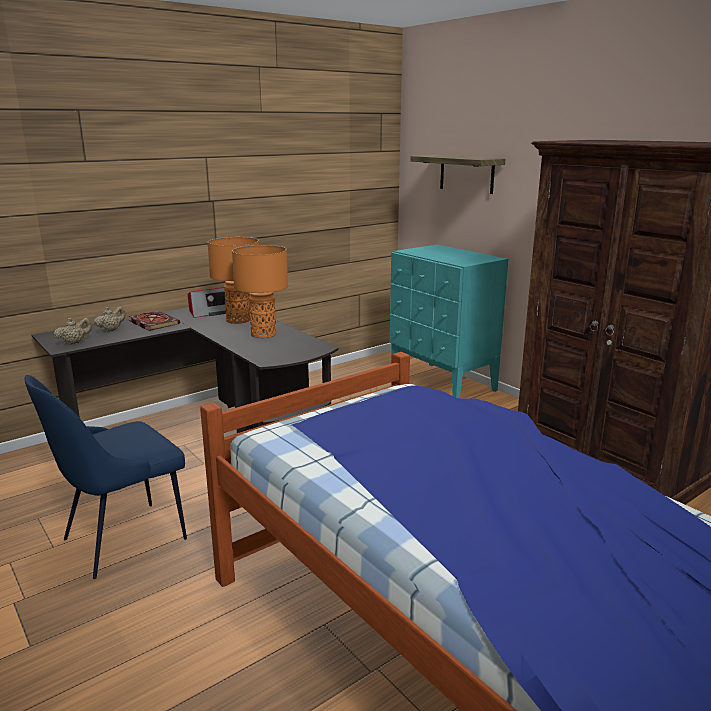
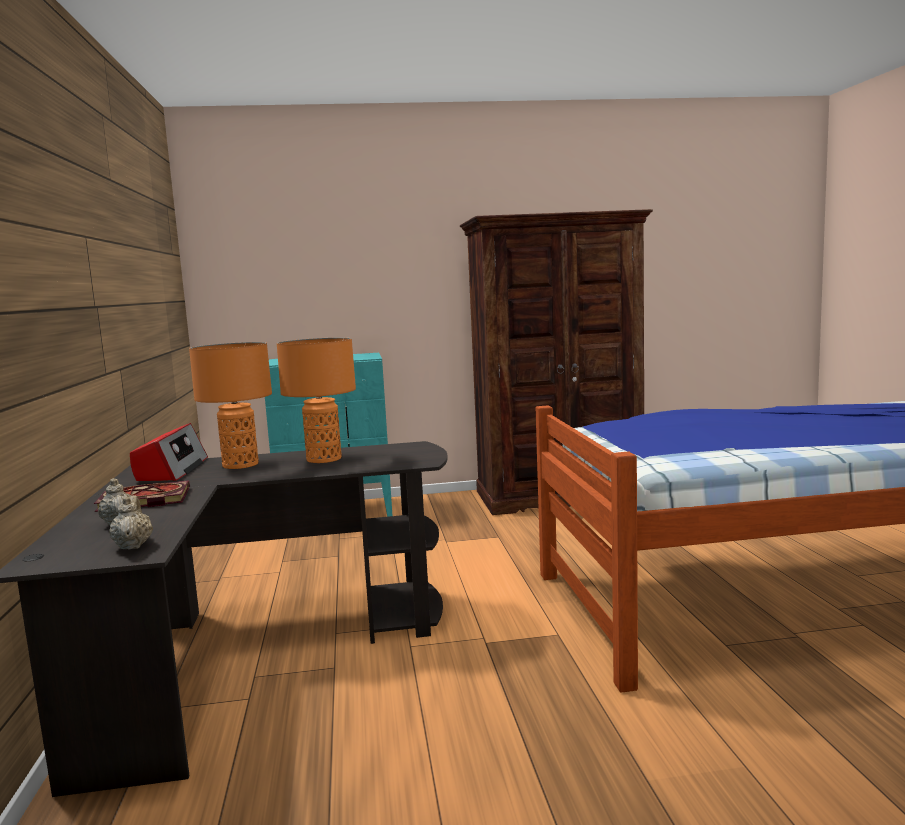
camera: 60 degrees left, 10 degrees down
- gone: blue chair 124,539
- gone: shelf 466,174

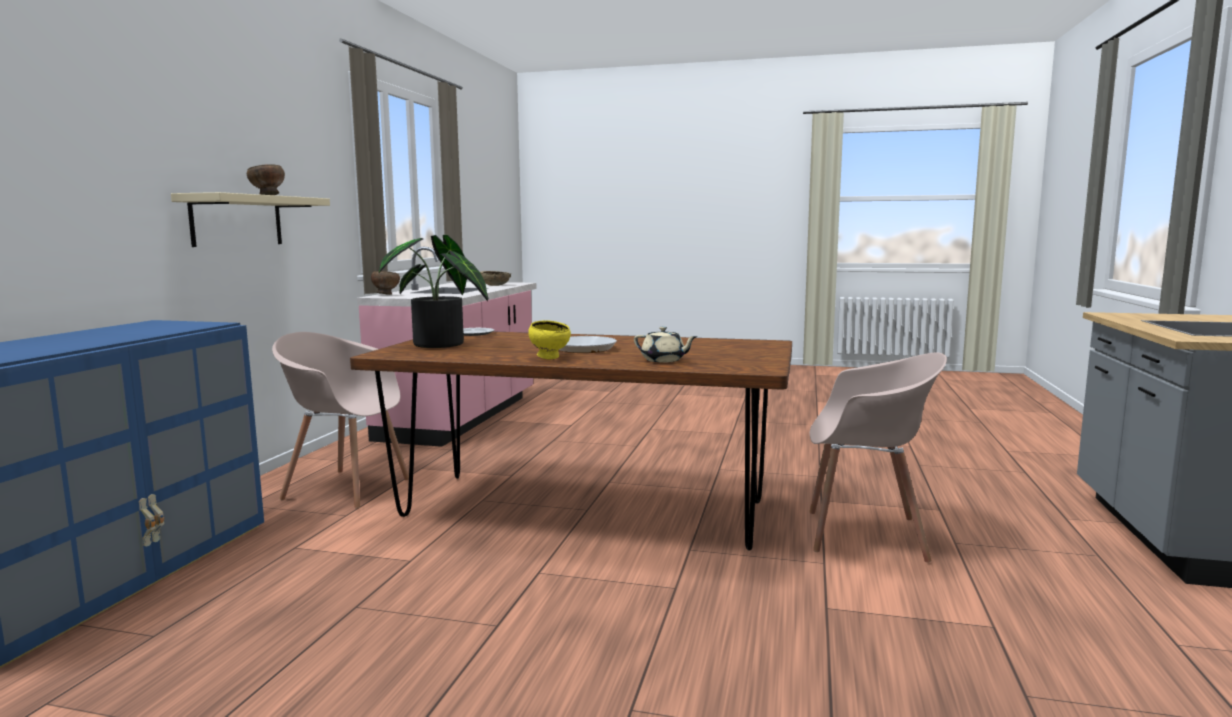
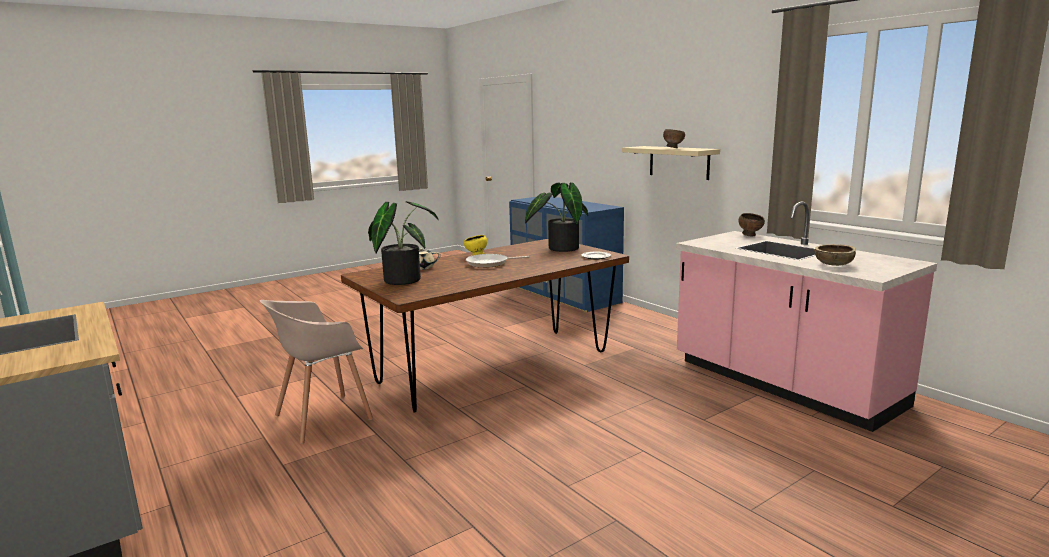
camera: 130 degrees right, 5 degrees up
- gone: beige chair 346,489
- new: potted plant 402,279

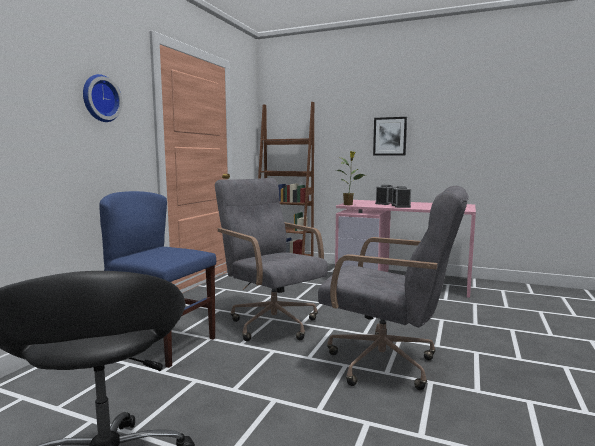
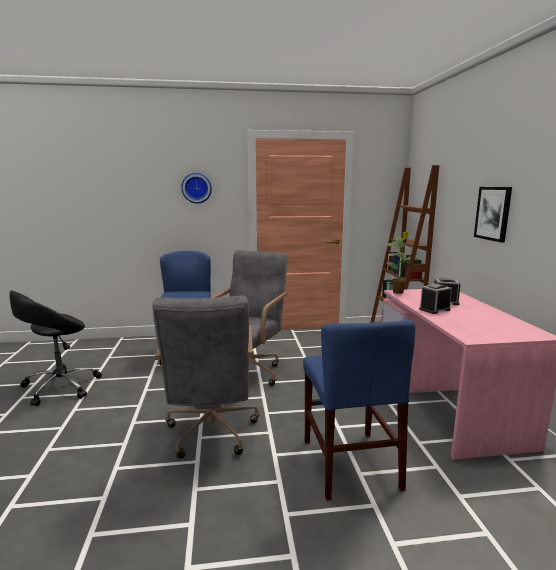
camera: 60 degrees right, 5 degrees up
- new: blue chair 350,463

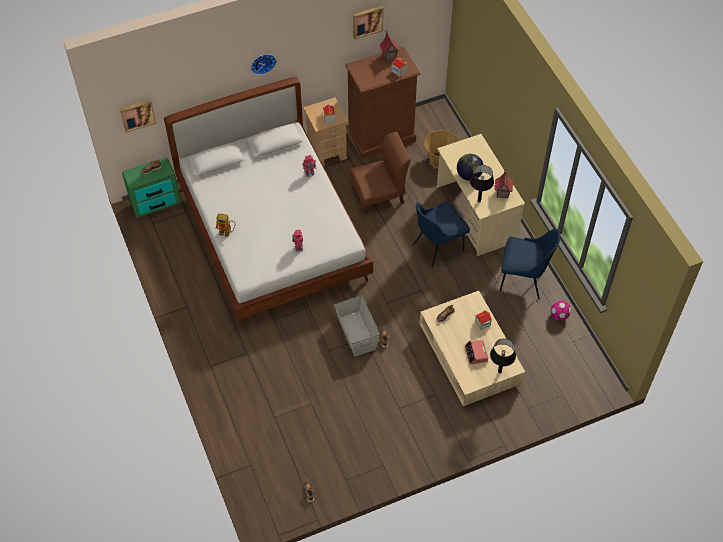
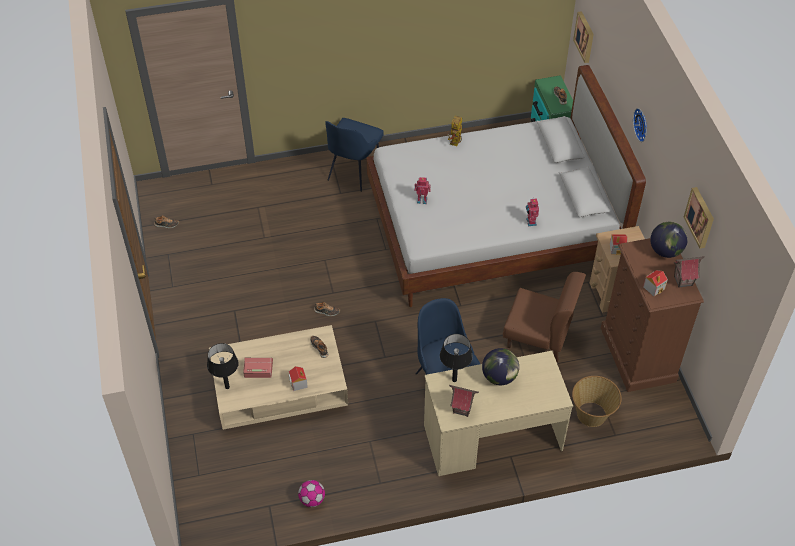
camera: 100 degrees right, 5 degrees down
- gone: grey storage box 356,333
- rotated: brown chair 379,195 = 538,337 60 degrees counterclockwise
- shifted: blue chair 522,280 to 353,172
- new: globe 666,251

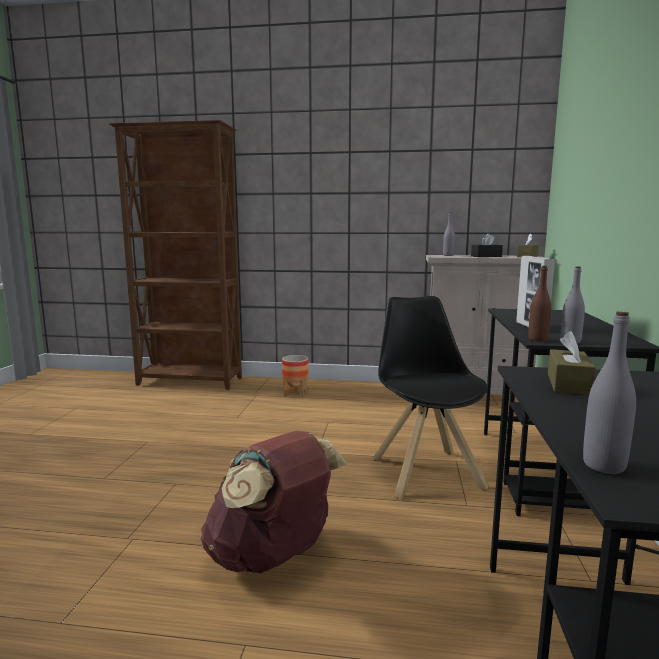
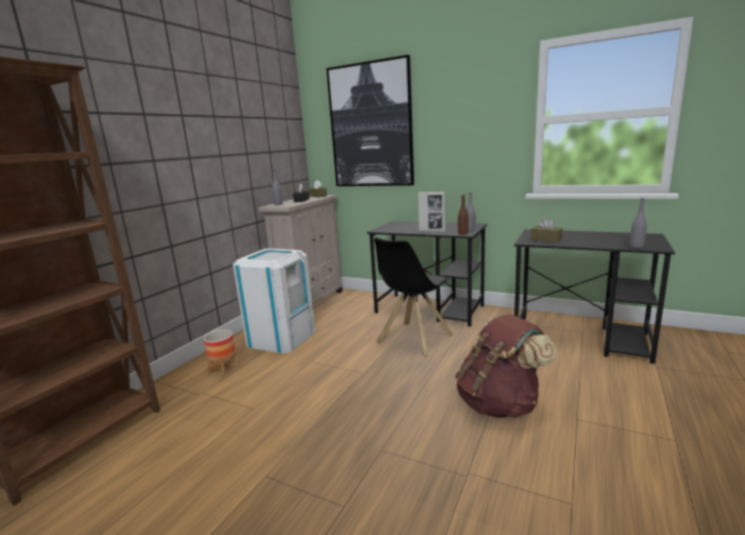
camera: 70 degrees left, 5 degrees up
- rotated: black chair 425,471 = 413,339 60 degrees counterclockwise
- new: white trash can 281,338
- new: picture 371,126

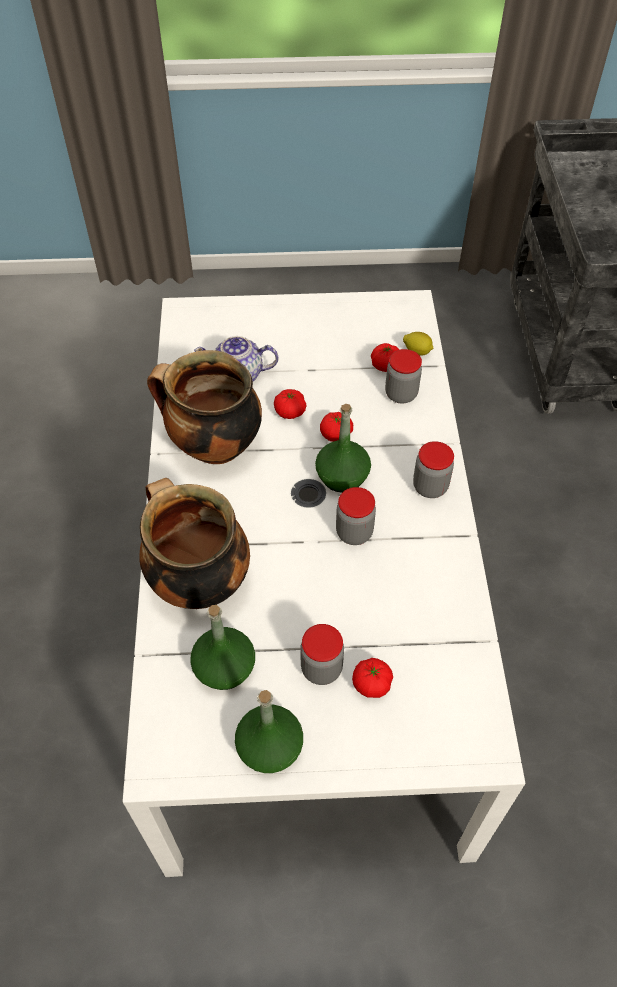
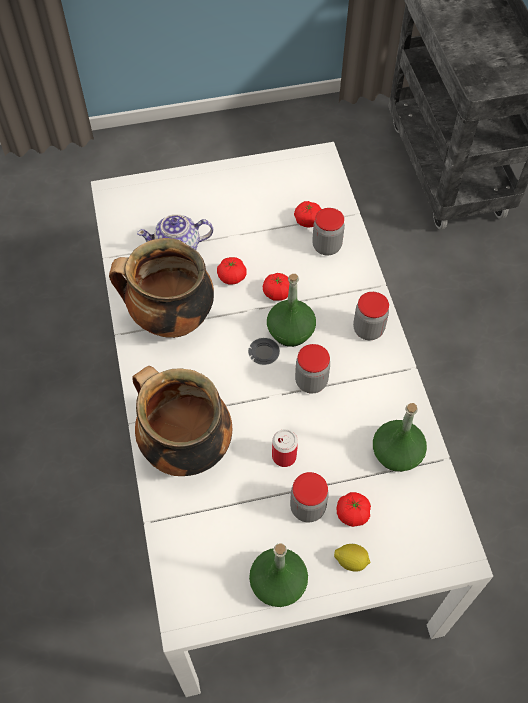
camera: 10 degrees left, 5 degrees up
- shifted: green bottle 224,668 to 396,453
- shifted: lemon 417,351 to 351,561
- new: can 284,456

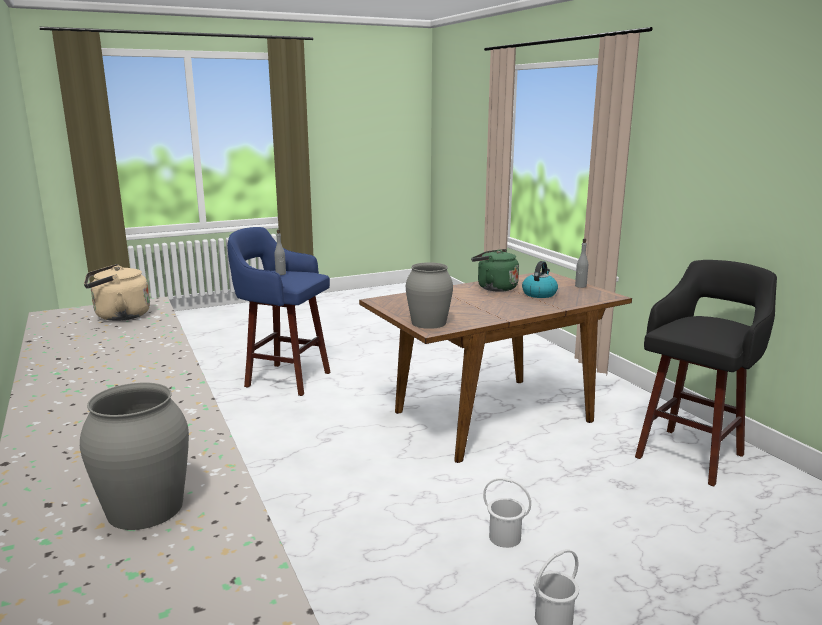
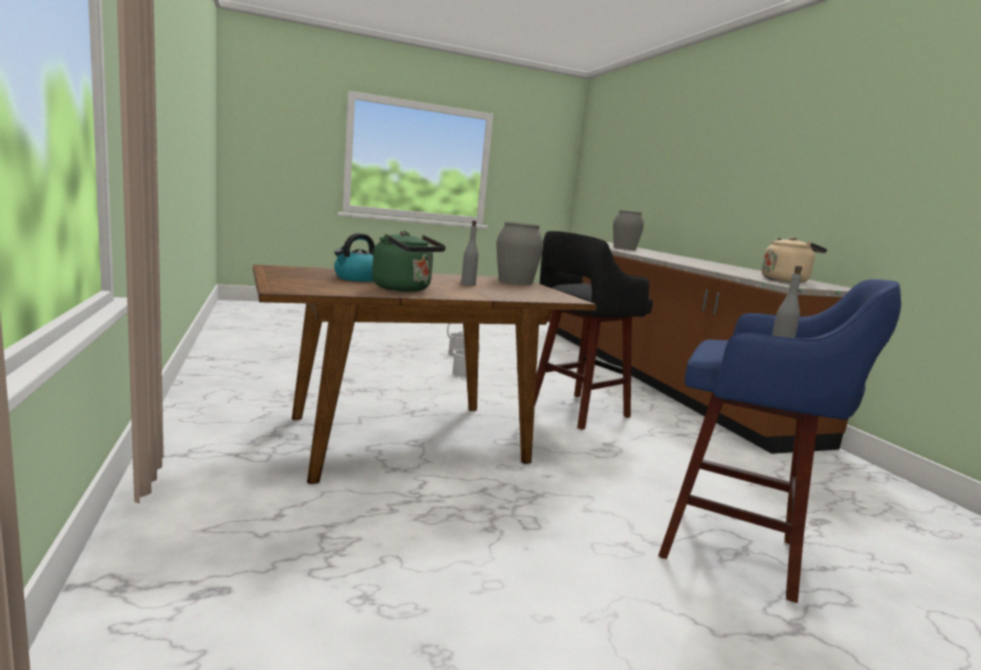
camera: 175 degrees left, 5 degrees down
- shifted: grey bottle 580,286 to 468,284
- shifted: black stool 692,454 to 575,412

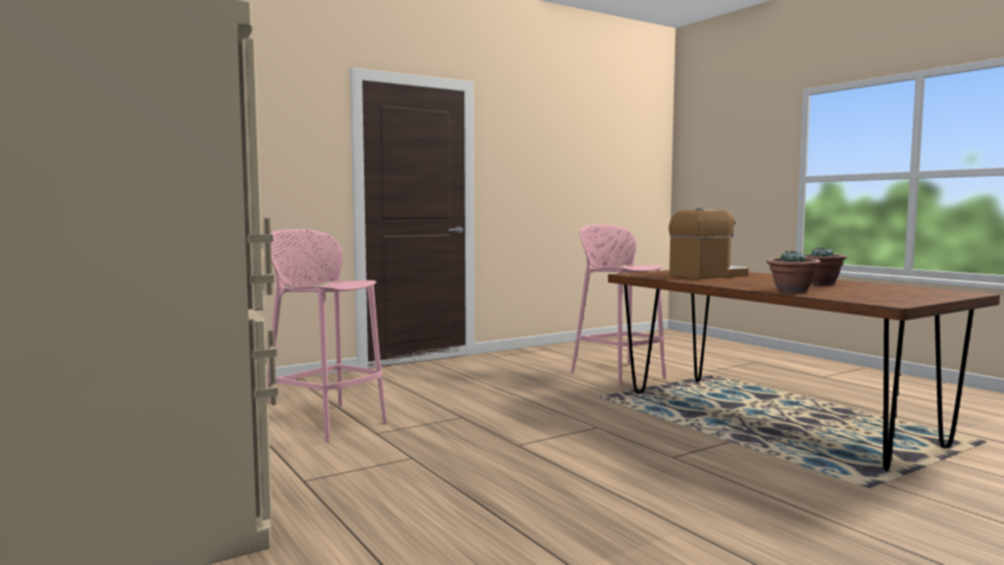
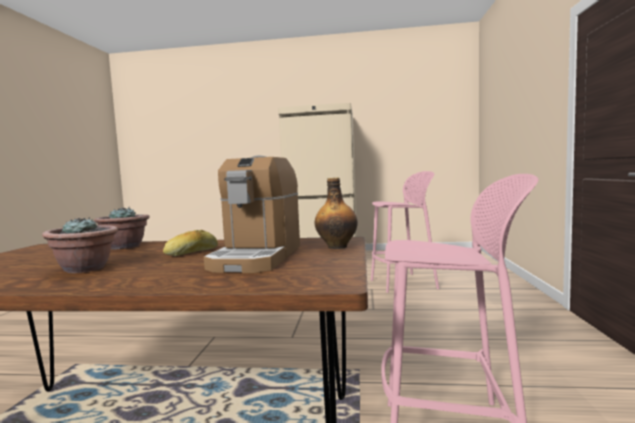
camera: 130 degrees right, 0 degrees up
- new: bread 192,252
- new: bottle 337,246

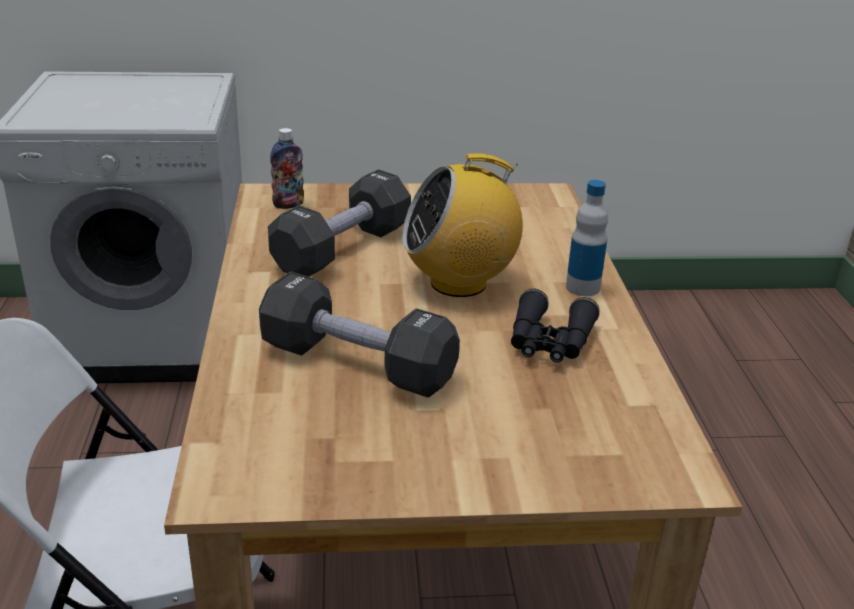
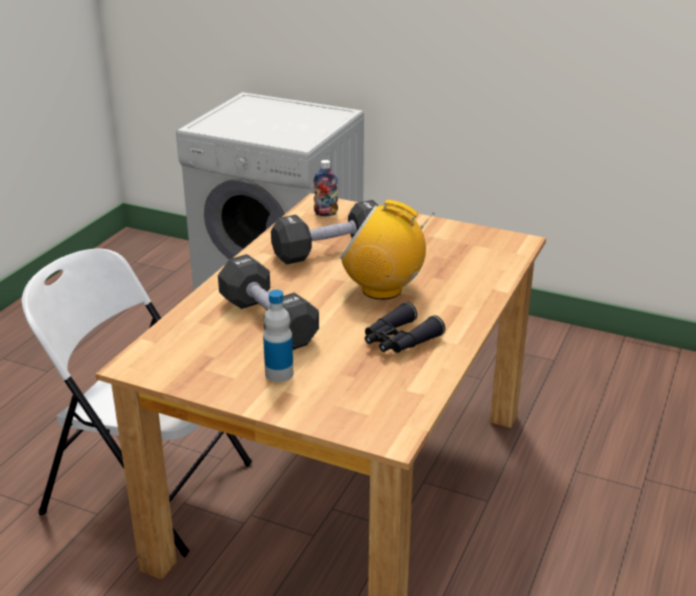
camera: 30 degrees right, 0 degrees up
- shifted: bottle 582,287 to 279,374

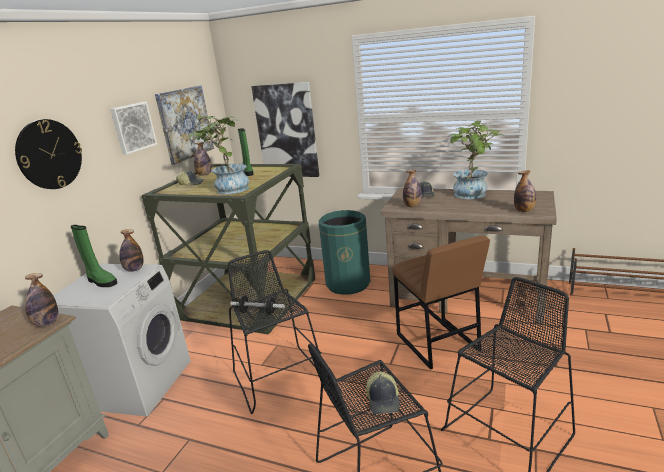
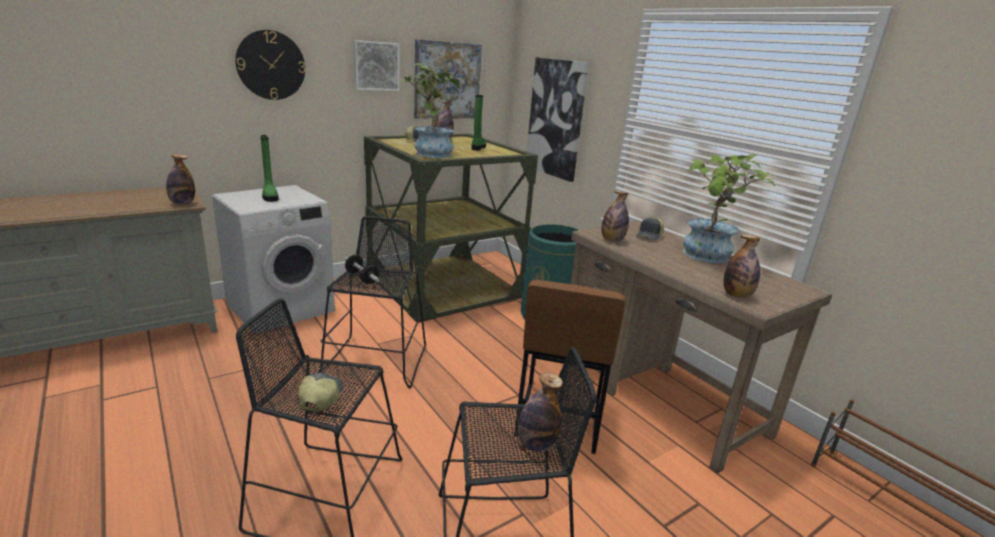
camera: 30 degrees right, 0 degrees up
- shifted: bottle 134,269 to 536,444
- rotated: cap 384,400 = 320,397 150 degrees clockwise

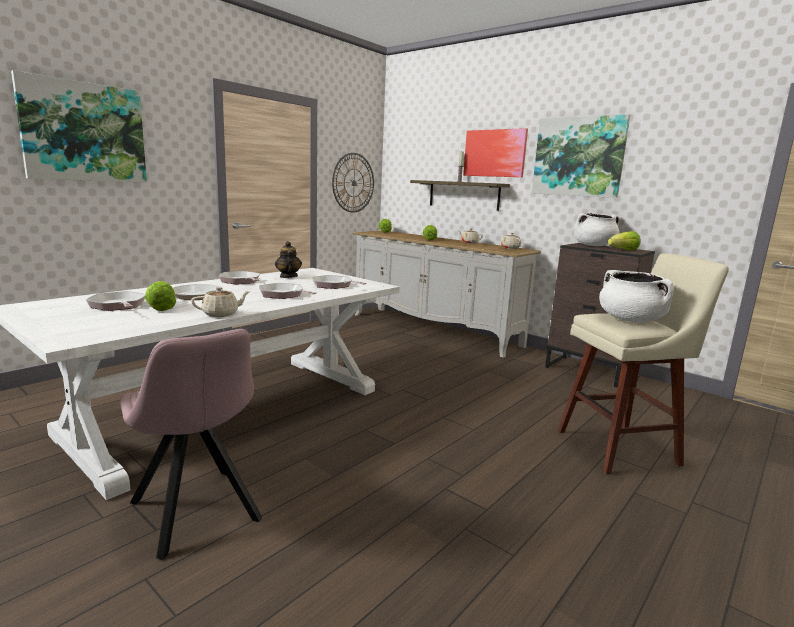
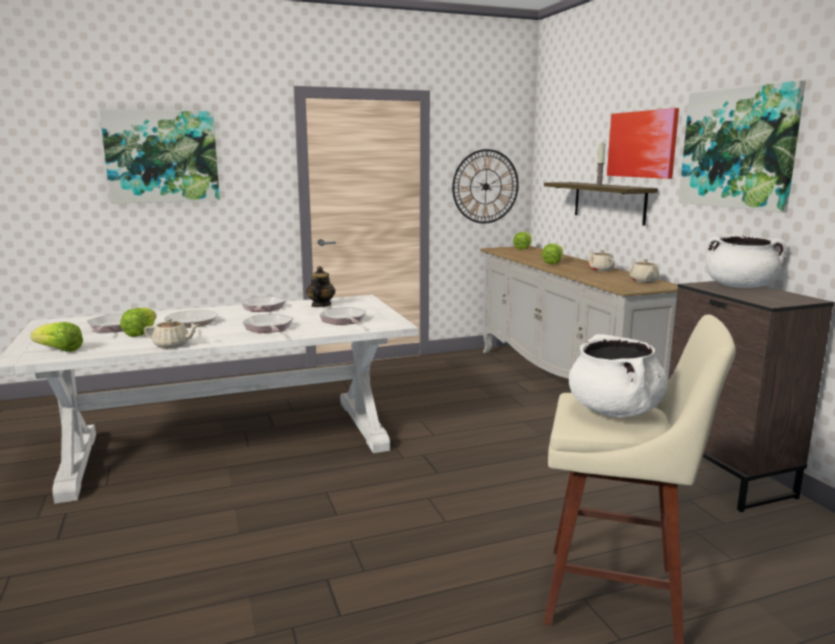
camera: 30 degrees right, 0 degrees up
- gone: pink chair 196,511
- shifted: lettuce 623,250 to 59,350

